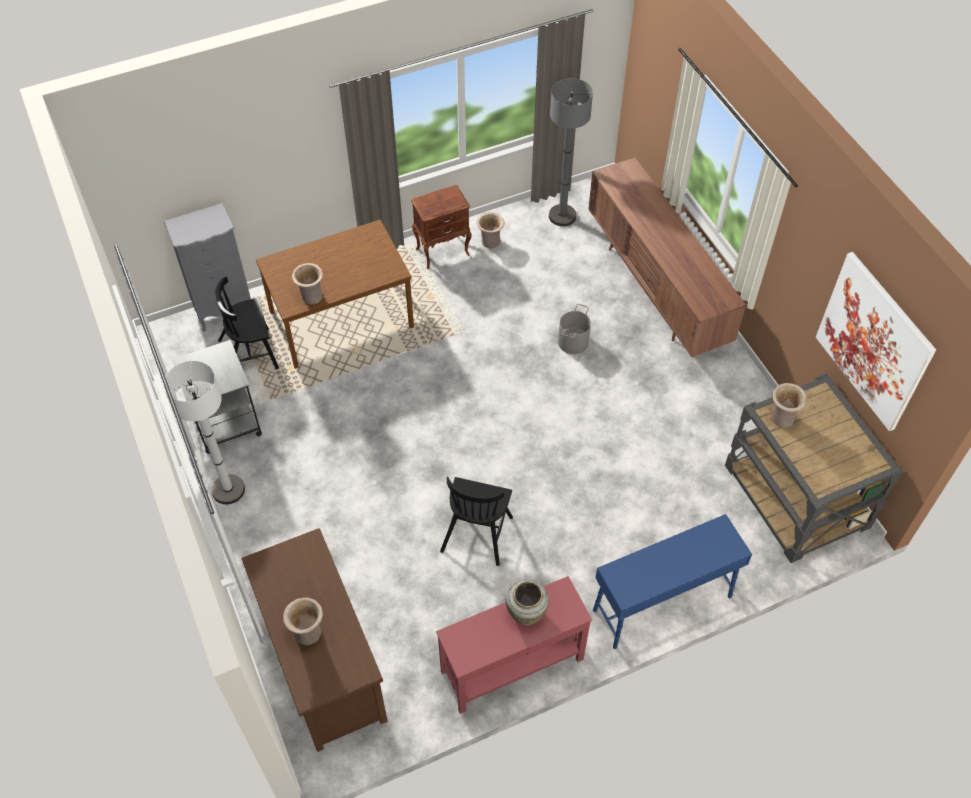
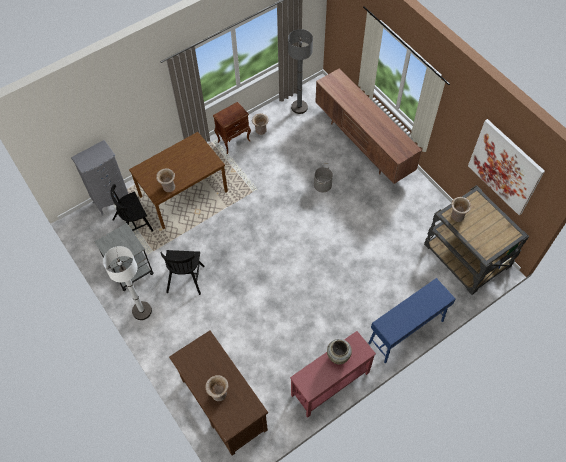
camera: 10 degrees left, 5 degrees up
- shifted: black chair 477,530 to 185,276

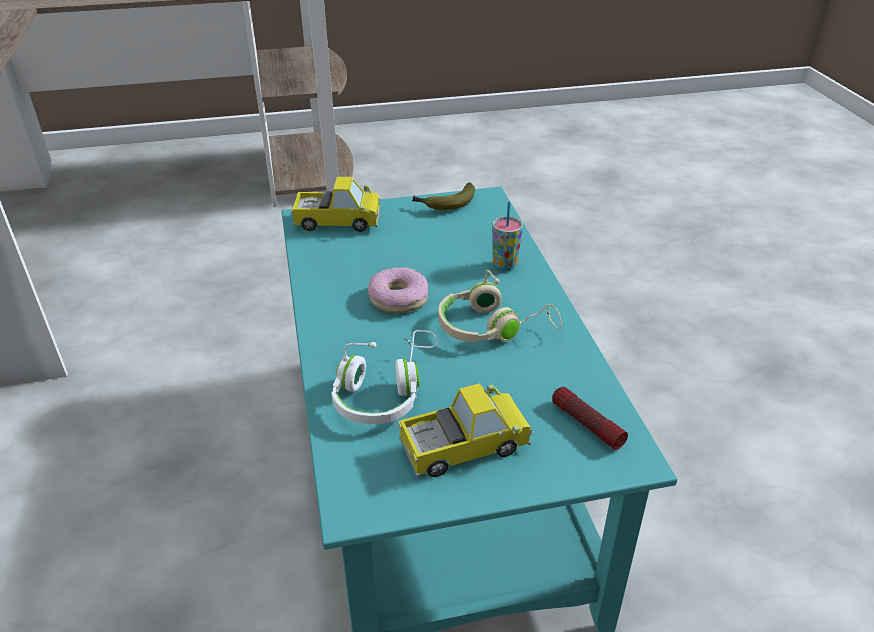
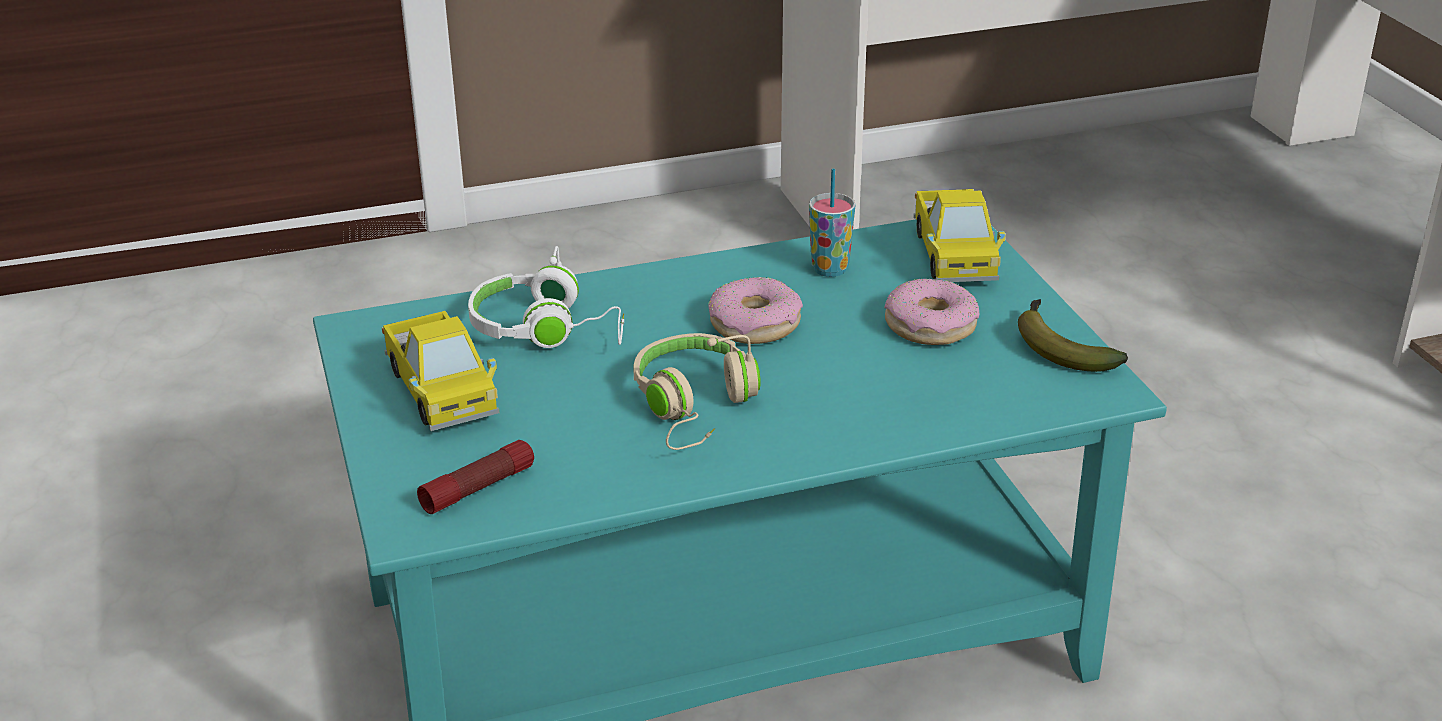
camera: 85 degrees right, 5 degrees down
- shifted: cup 504,265 to 830,269
- new: donut 930,325

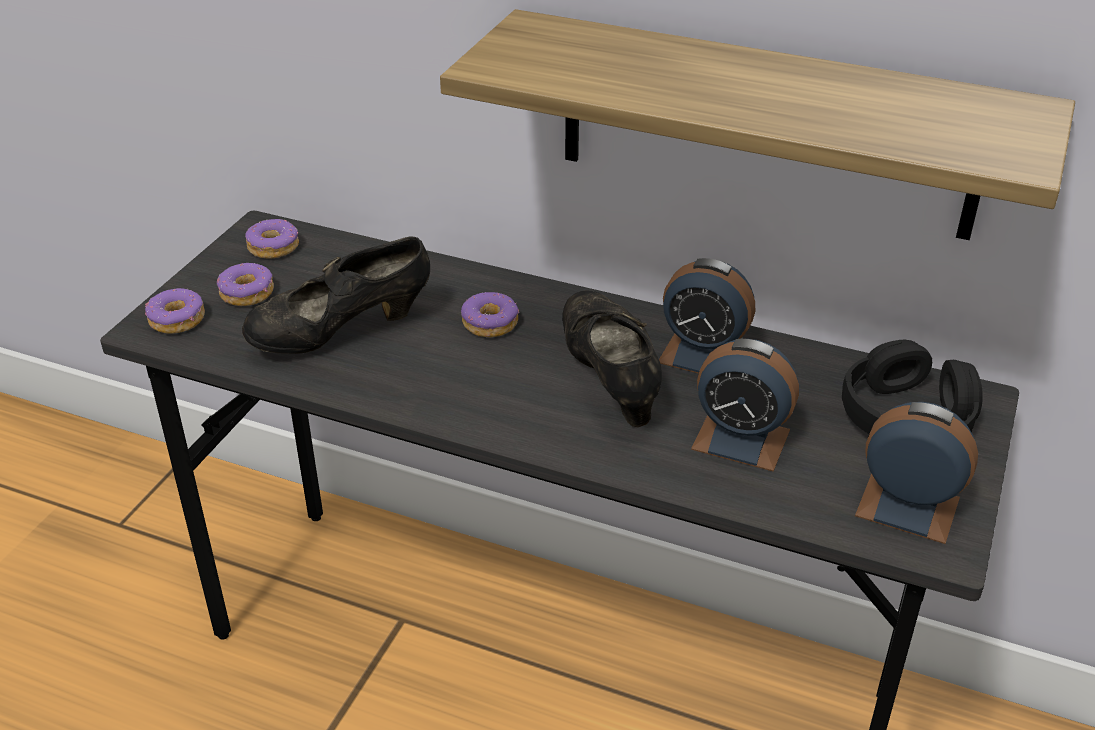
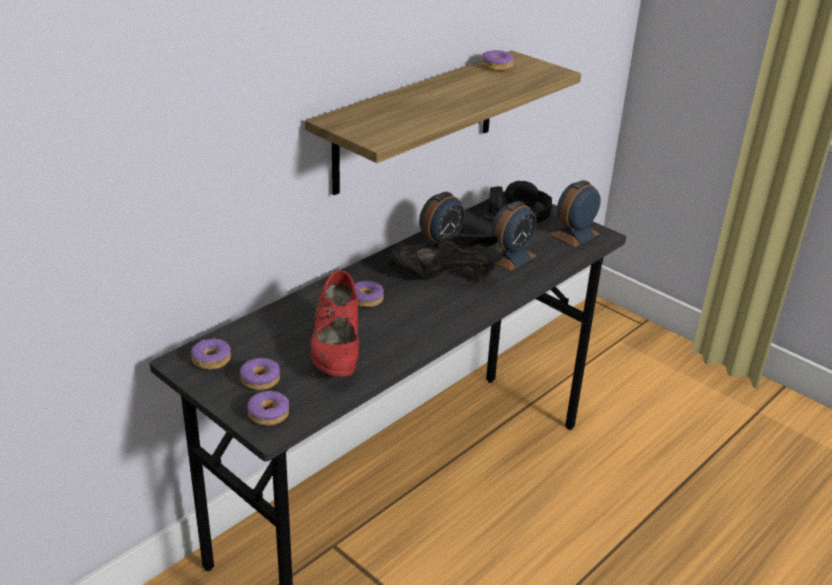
camera: 70 degrees left, 5 degrees down
- repainted: black shoe 341,333 to red shoe 336,351
- new: donut 497,67

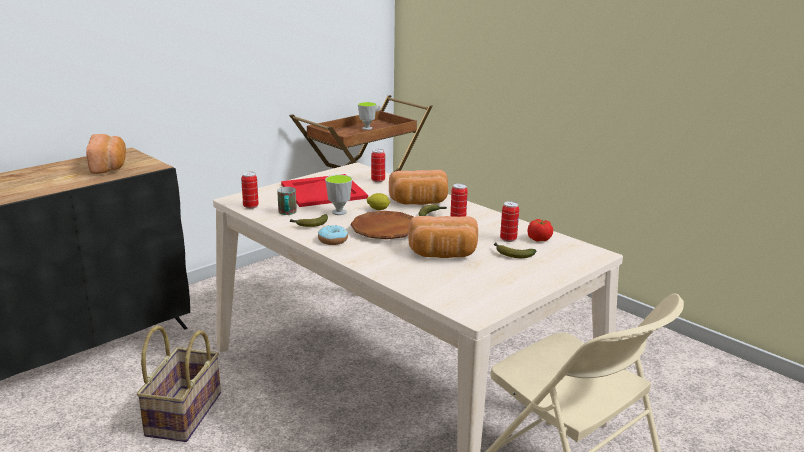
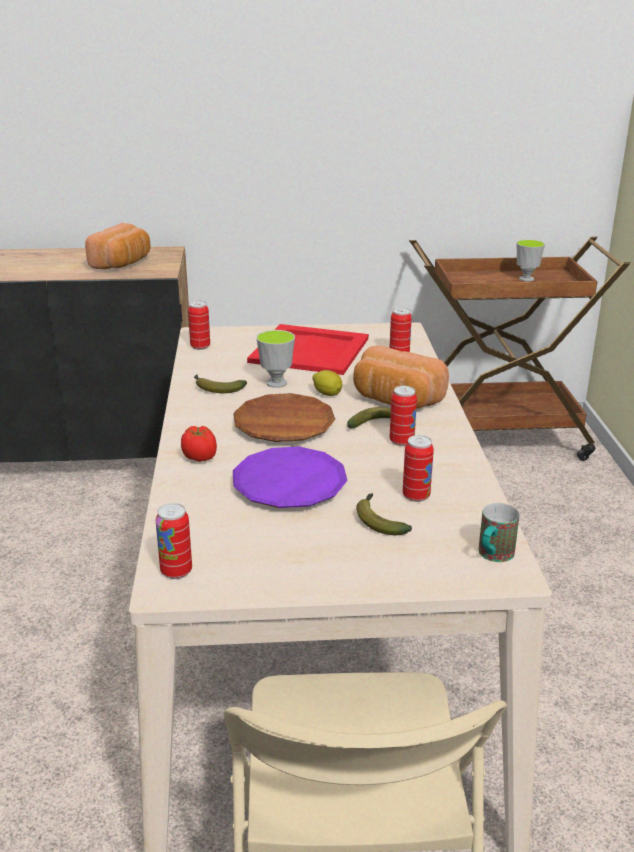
camera: 40 degrees right, 5 degrees up
- gone: basket 183,413
- shifted: mug 287,213 to 492,556
- gone: donut 333,240
- swapped: bread 443,254 to purple plate 289,485
- shifted: tomato 539,239 to 200,457
- new: can 176,571

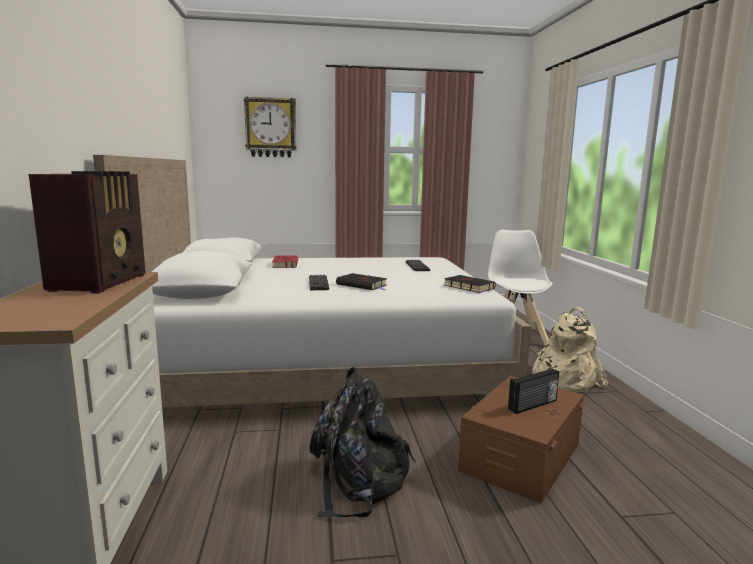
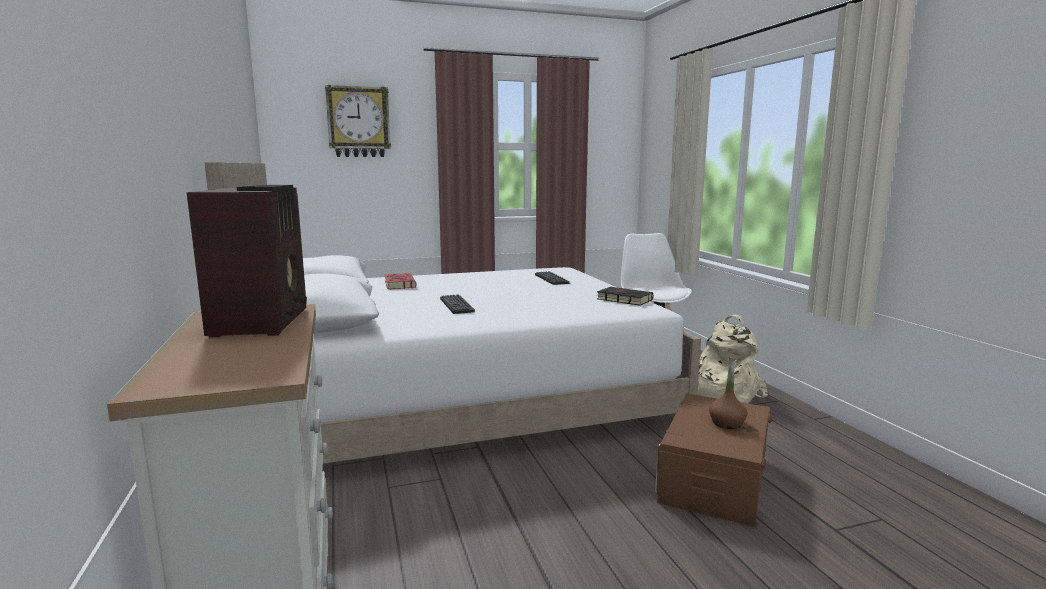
camera: 10 degrees left, 0 degrees up
- gone: black backpack 358,479
- gone: black book 363,285
- swapped: radio 533,405 to brown bottle 726,423

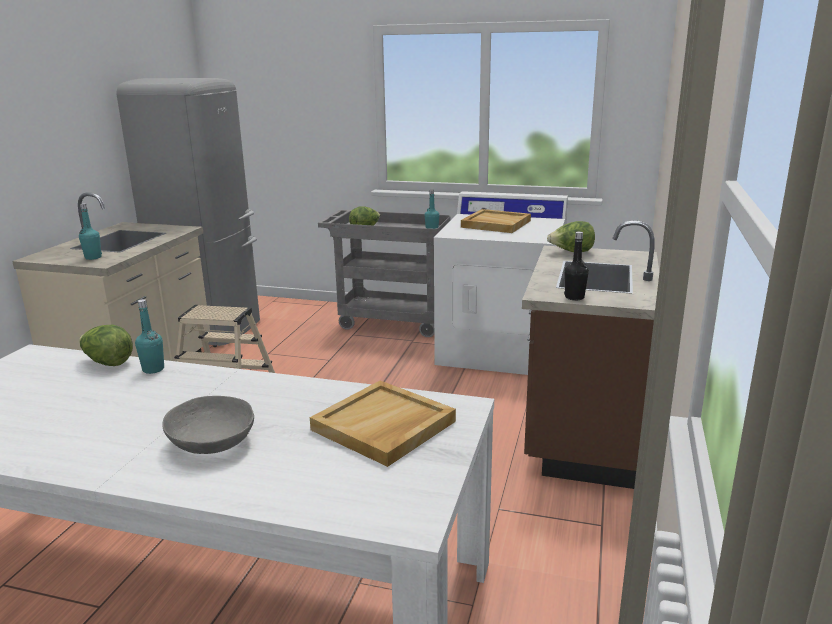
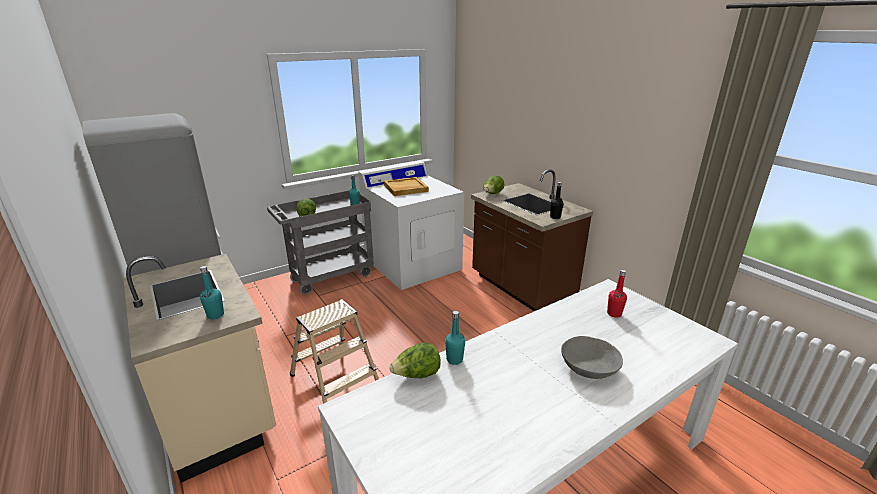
camera: 50 degrees left, 5 degrees up
- swapped: beige tray 383,426 to red bottle 614,314

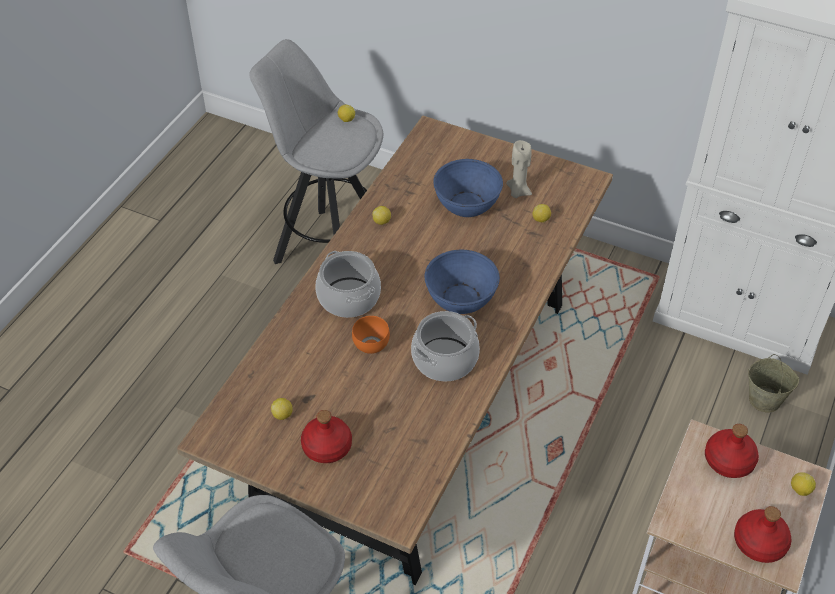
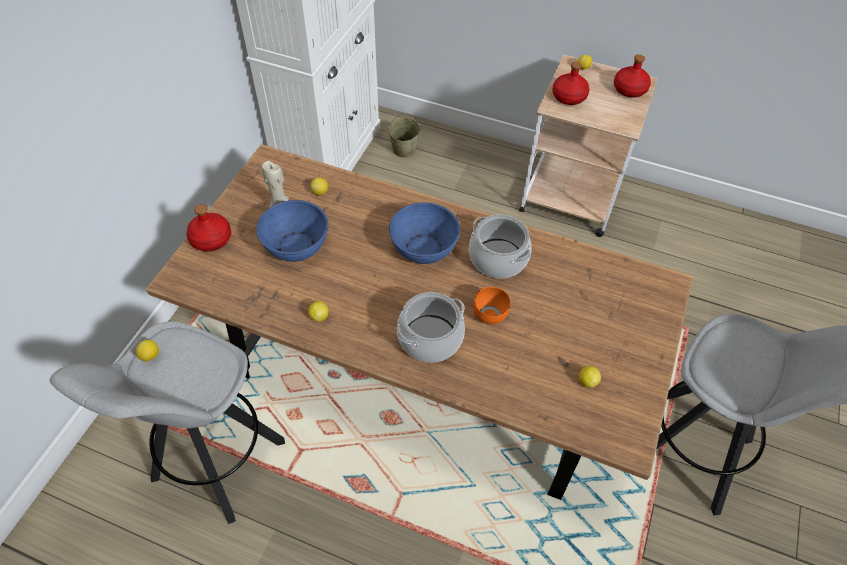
camera: 95 degrees left, 5 degrees up
- shifted: red bottle 327,447 to 212,239

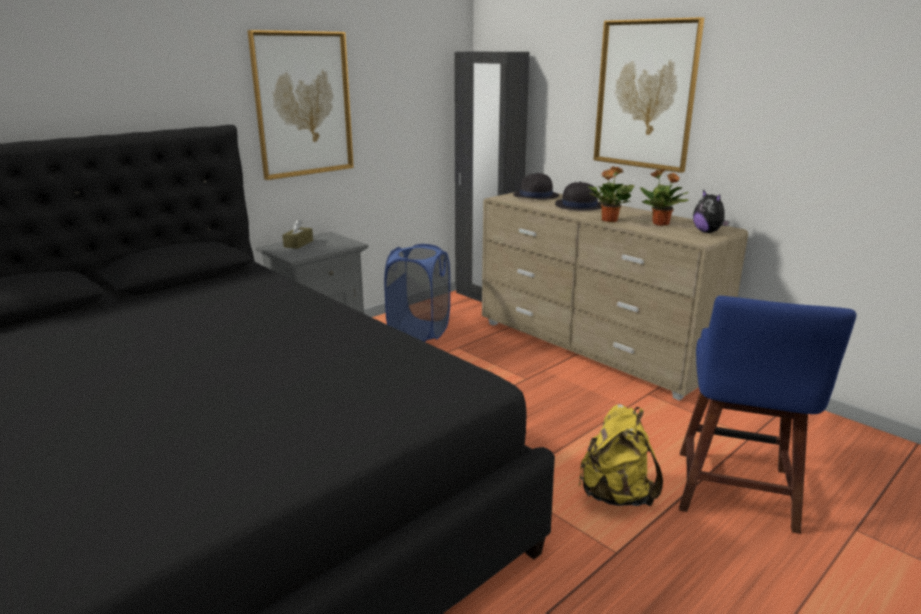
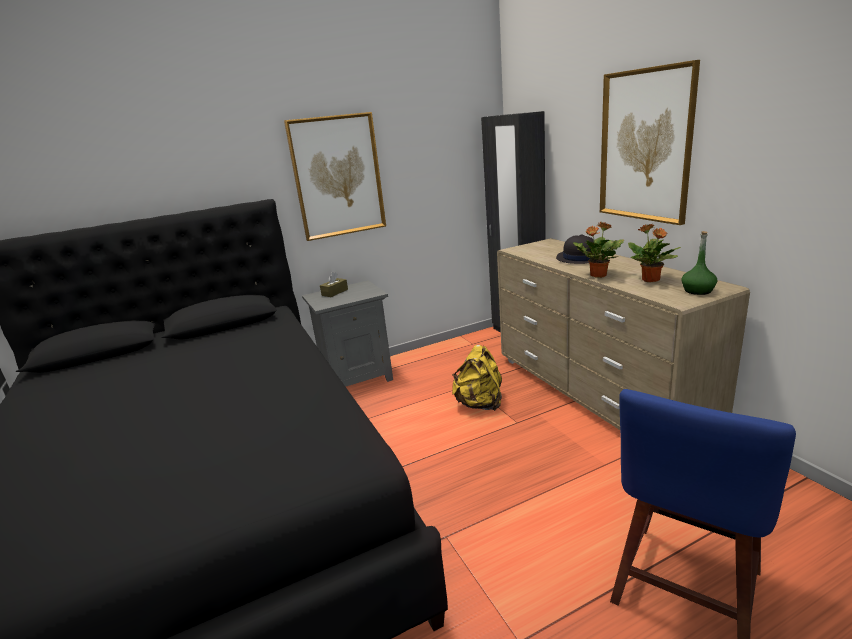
camera: 20 degrees right, 0 degrees up
- gone: blue laundry basket 419,332
- gone: black hat 536,196
- shifted: yellow backpack 615,495 to 480,404
- swapped: plush toy 708,232 to green bottle 698,291

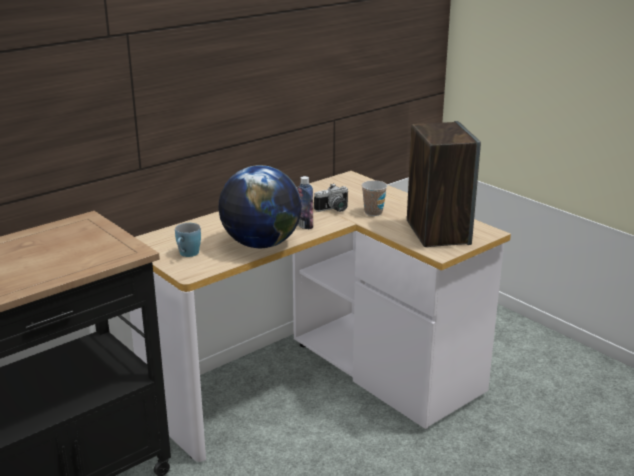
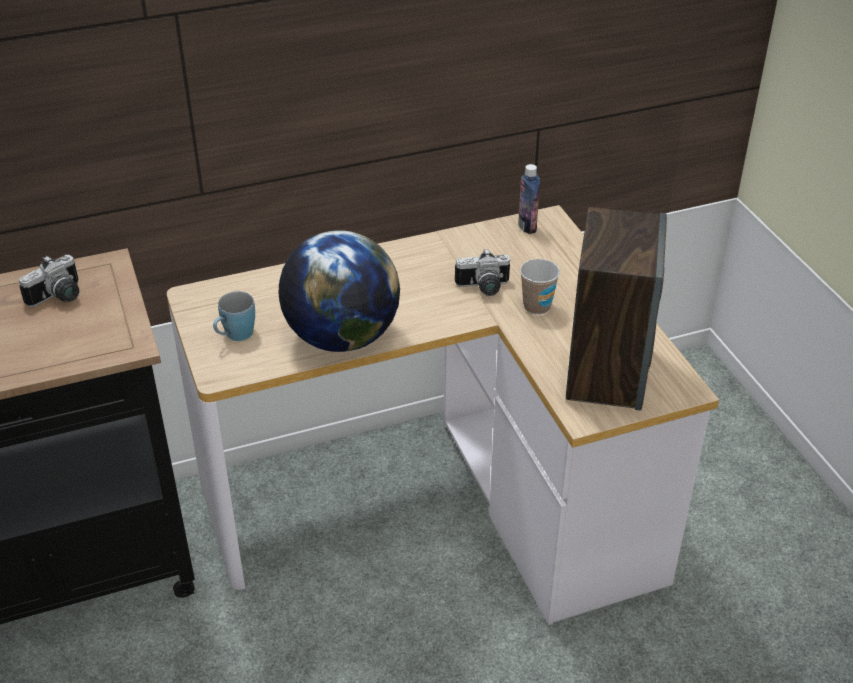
camera: 20 degrees right, 15 degrees up
- shifted: bottle 305,226 to 527,226
- new: photo camera 59,297

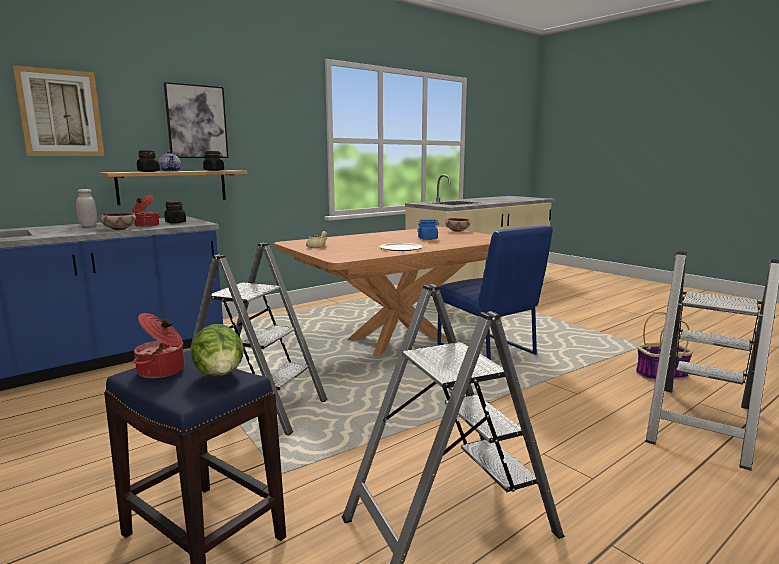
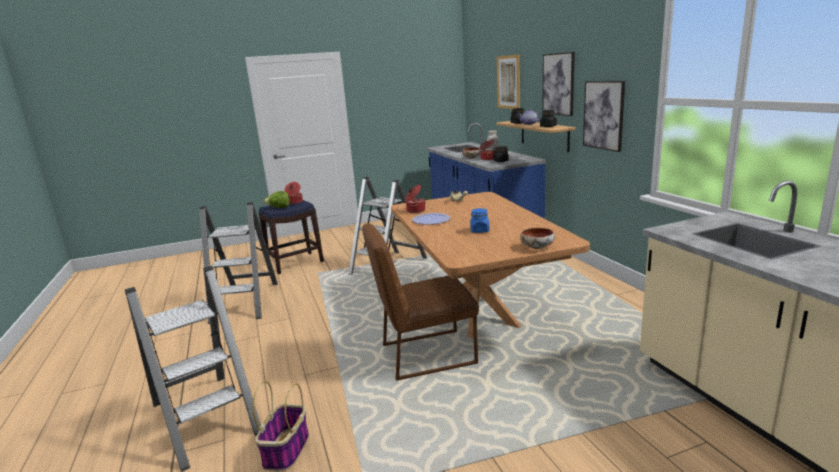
camera: 110 degrees right, 5 degrees up
- repainted: blue chair 487,350 to brown chair 425,354
- new: cooking pot 415,210
- new: picture 603,115

